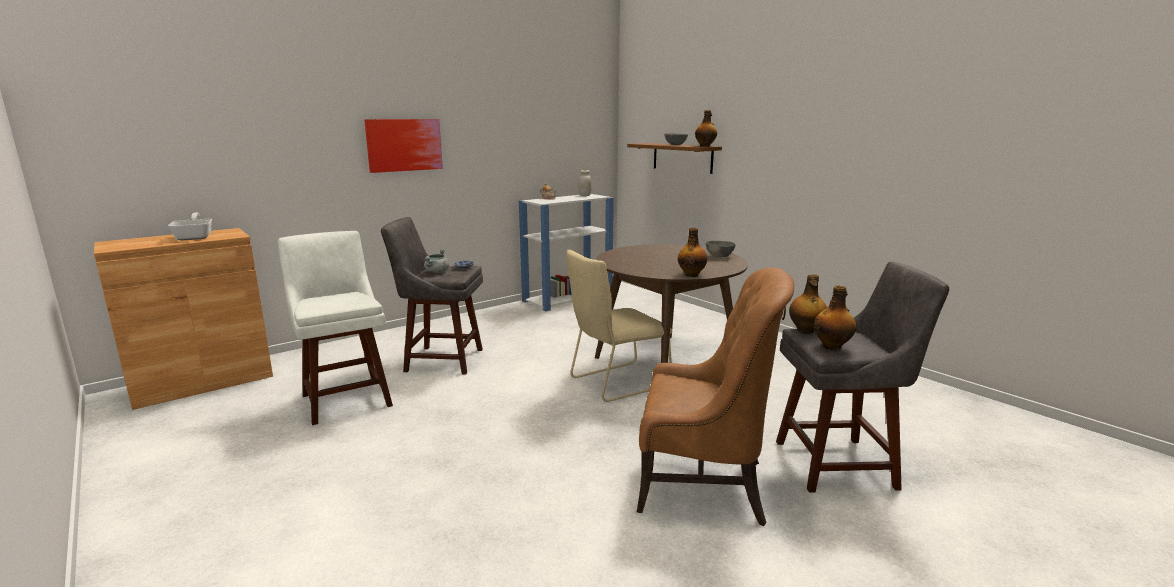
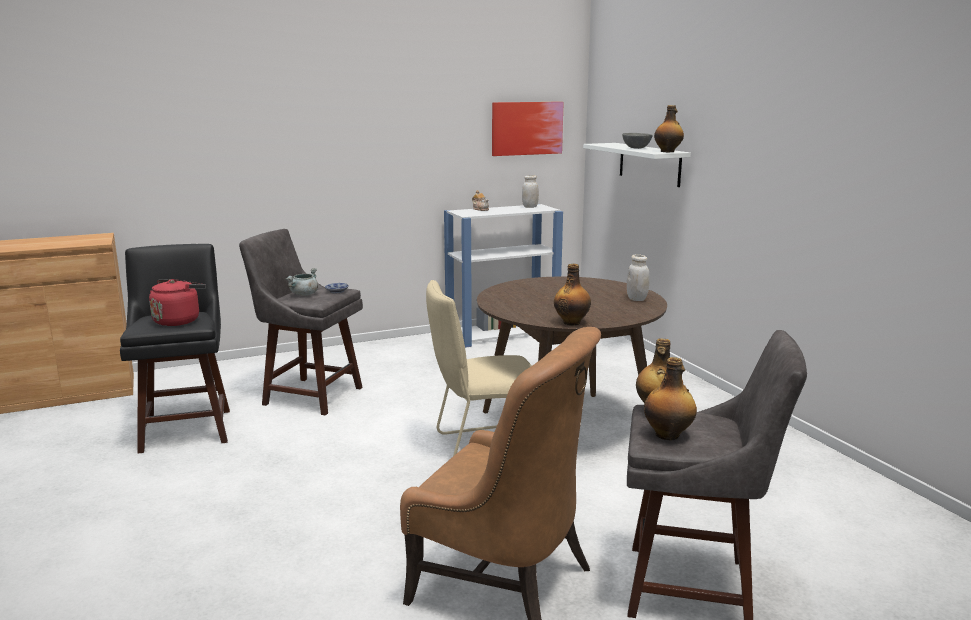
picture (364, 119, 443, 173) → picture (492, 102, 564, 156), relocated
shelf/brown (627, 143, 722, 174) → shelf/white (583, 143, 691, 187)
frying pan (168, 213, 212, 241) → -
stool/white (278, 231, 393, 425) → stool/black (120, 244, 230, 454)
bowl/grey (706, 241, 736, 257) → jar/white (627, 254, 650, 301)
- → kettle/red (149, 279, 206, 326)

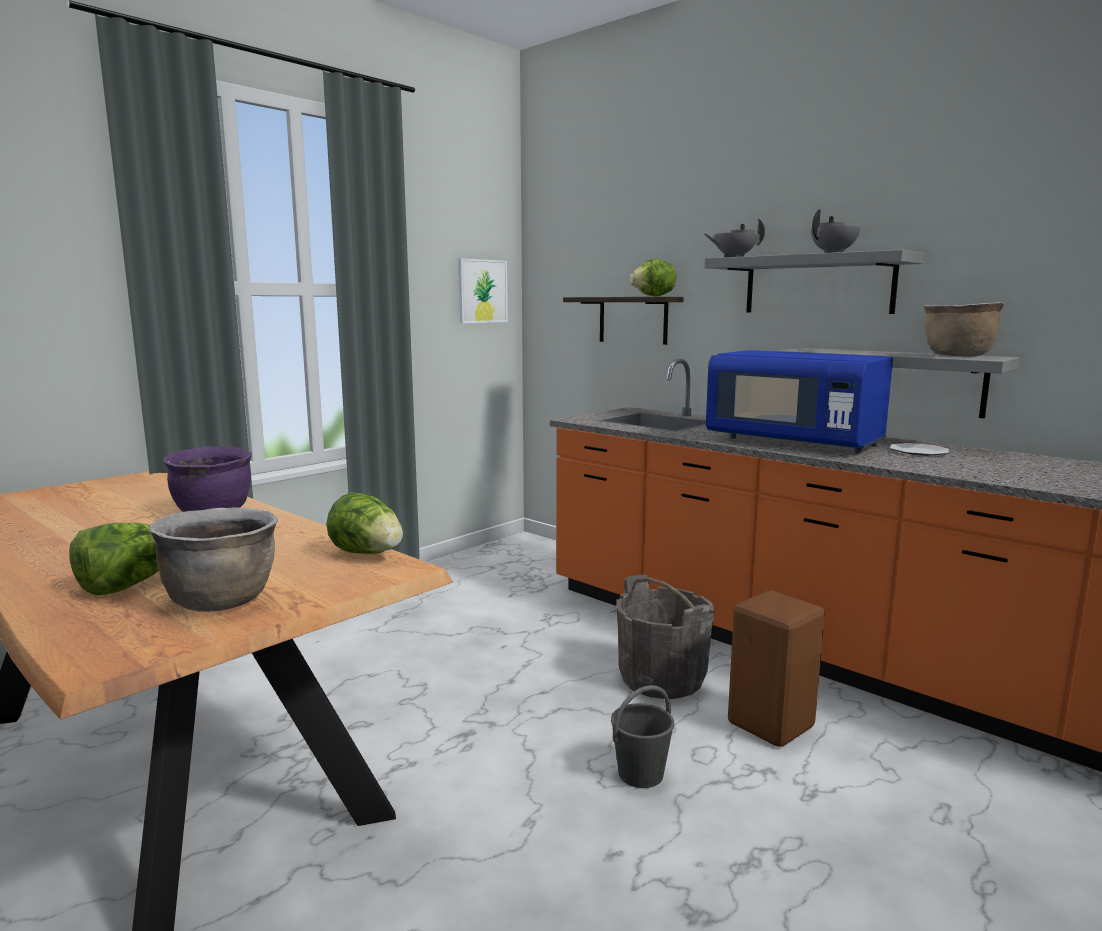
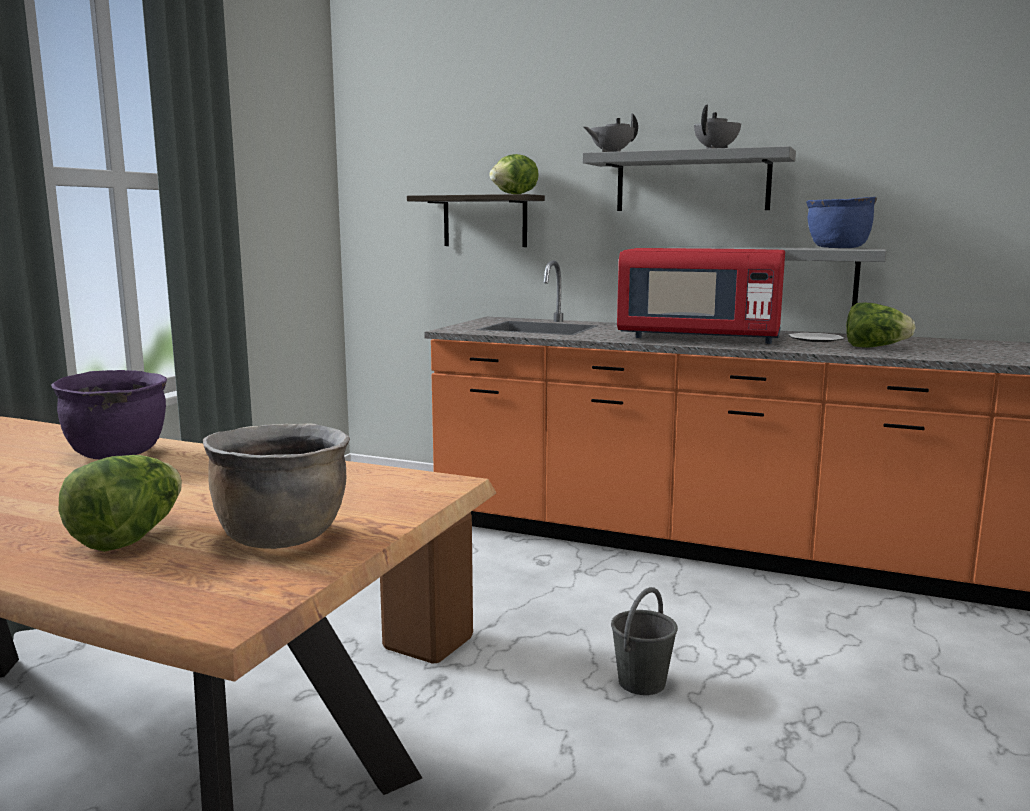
picture (458, 258, 508, 323) → -
cooking pot/brown (924, 302, 1004, 357) → cooking pot/blue (806, 197, 877, 248)
microwave/blue (706, 350, 893, 454) → microwave/red (617, 248, 785, 344)
lettuce (326, 492, 403, 554) → lettuce (846, 303, 915, 348), relocated
bucket/grey (616, 575, 715, 699) → -
stool/brown (728, 590, 824, 747) → stool/brown (380, 512, 473, 663), relocated

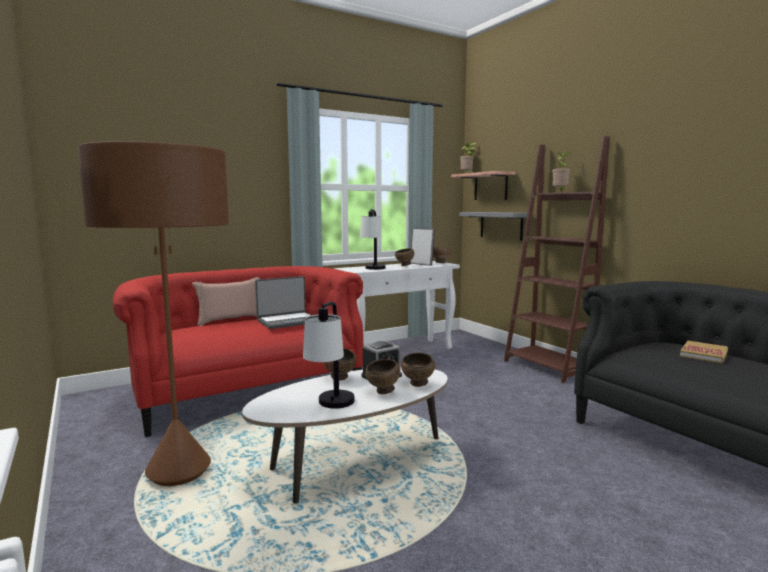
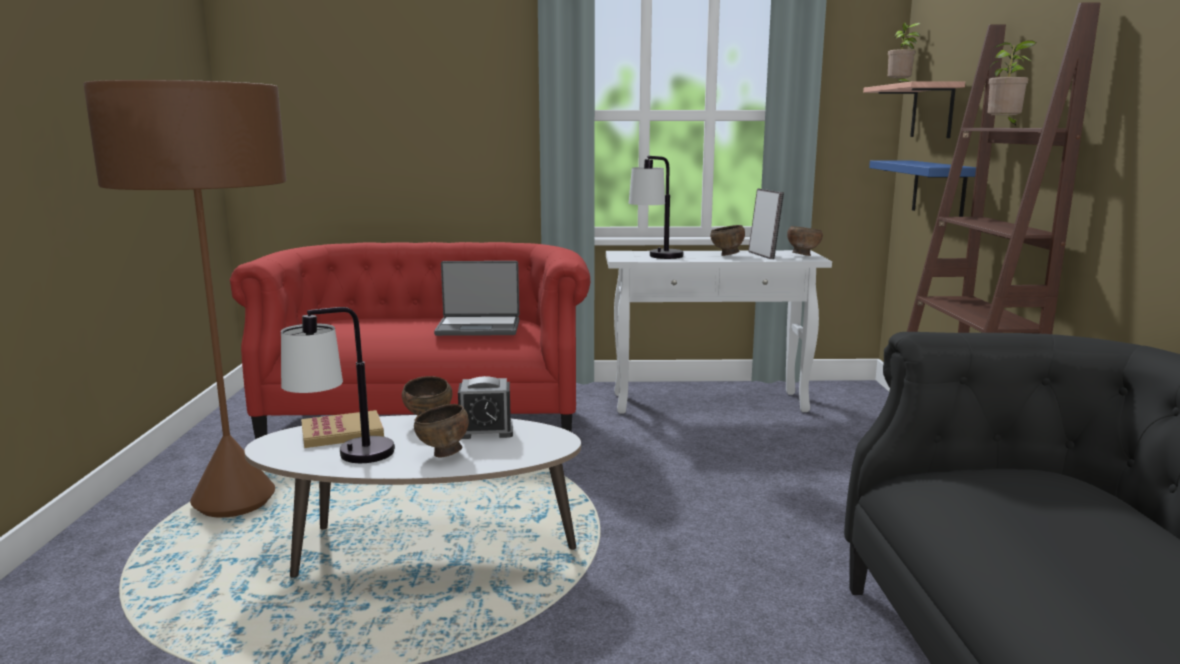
shelf/grey (459, 212, 528, 240) → shelf/blue (869, 160, 976, 217)
pillow/beige (192, 277, 260, 326) → -
book (680, 341, 728, 363) → book (301, 410, 384, 448), relocated
bowl/brown (401, 352, 435, 387) → -

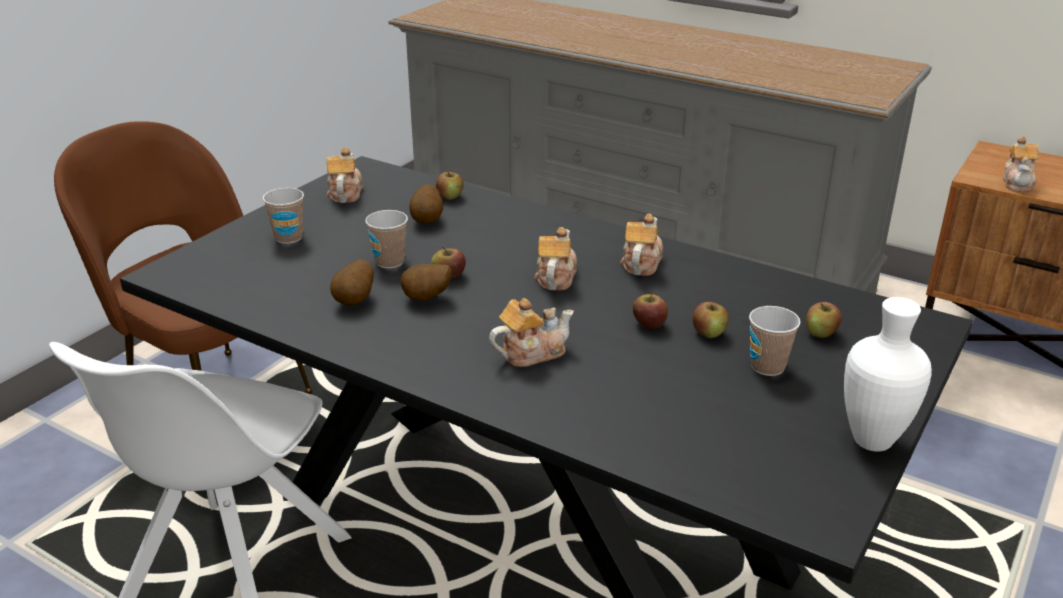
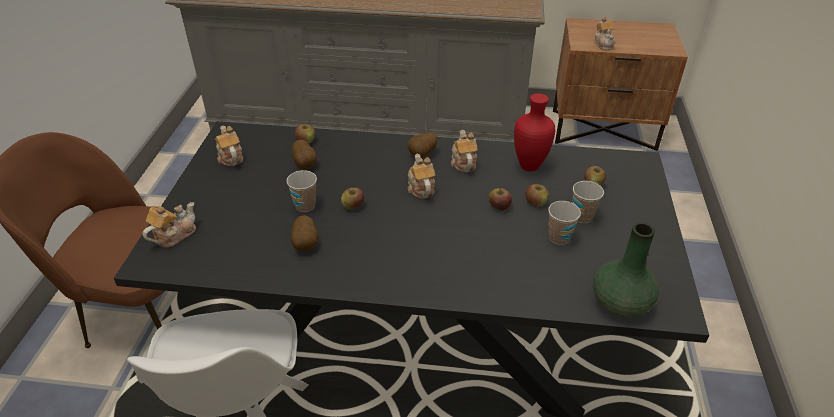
cup (263, 188, 304, 244) → cup (548, 201, 581, 245), relocated
potato (400, 264, 452, 301) → potato (407, 132, 437, 157), relocated
vase/white (844, 297, 932, 452) → -
teapot (489, 298, 574, 367) → teapot (142, 202, 196, 248), relocated
- → vase/red (514, 93, 556, 171)
- → vase/green (593, 222, 659, 317)

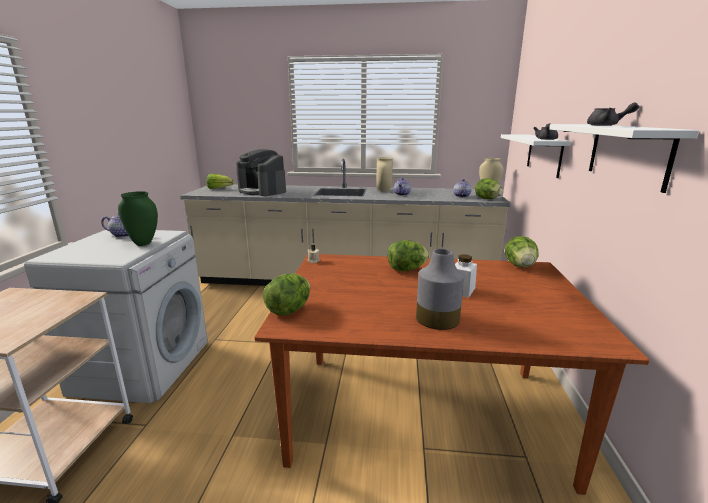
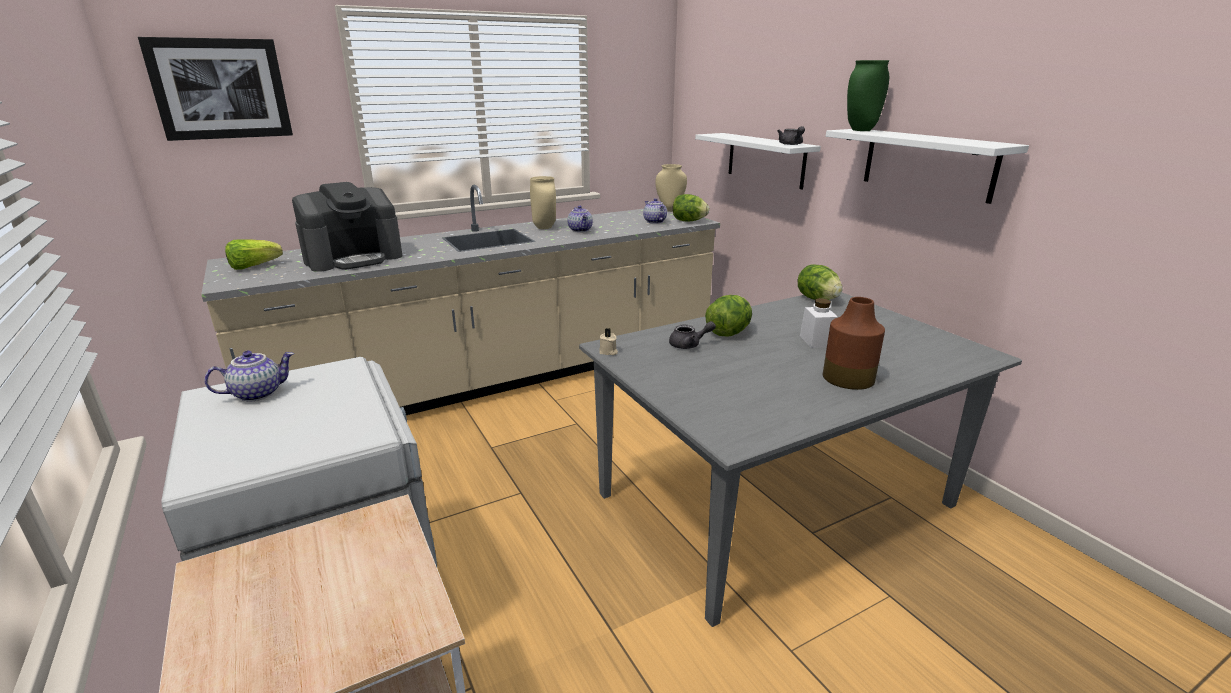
teapot/grey (587, 102, 639, 126) → teapot/grey (669, 321, 716, 349), relocated
coffee machine (236, 149, 286, 196) → coffee machine (292, 182, 403, 272), 45 degrees counterclockwise
vase/green (118, 191, 158, 246) → vase/green (847, 60, 889, 131), relocated
vase/grey (416, 249, 464, 330) → vase/brown (823, 297, 885, 390)
dining table/brown (254, 254, 649, 495) → dining table/grey (579, 292, 1022, 627)
lettuce (263, 273, 310, 316) → -
- → picture (138, 37, 293, 141)

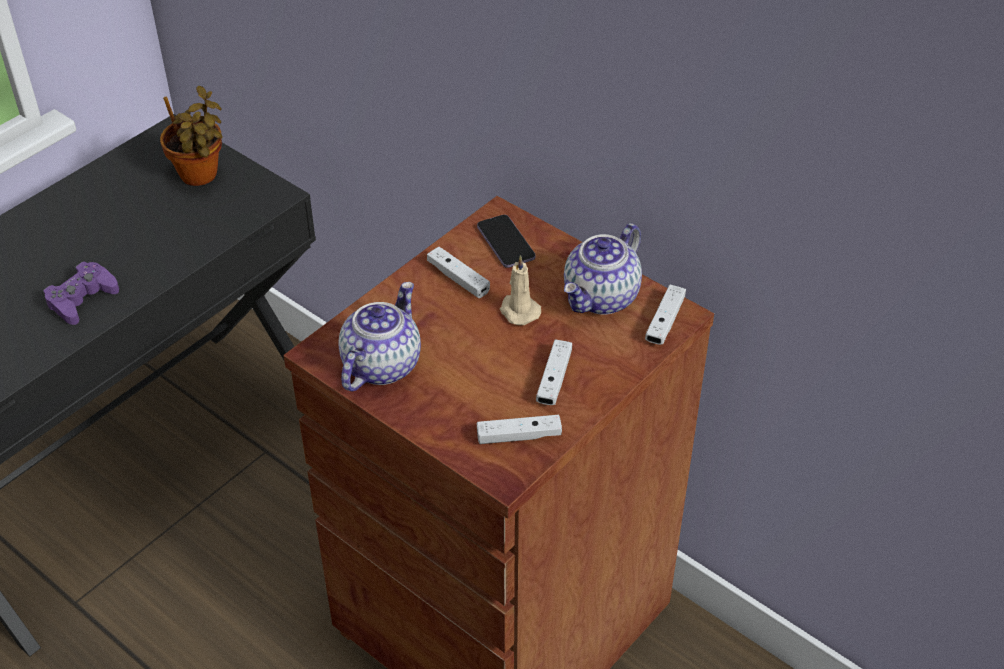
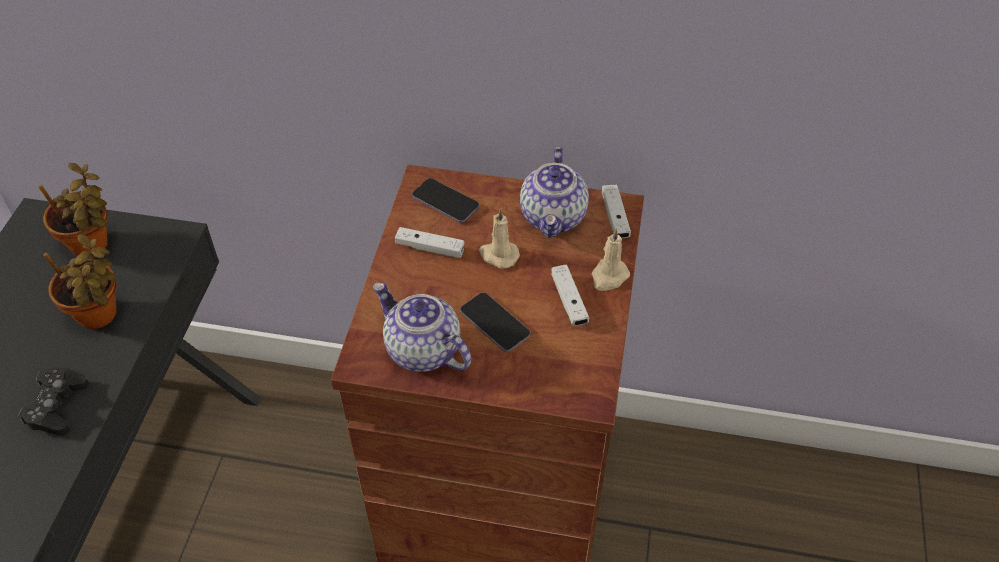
game controller/purple (43, 262, 119, 325) → game controller/black (18, 367, 89, 436)
teapot (338, 282, 421, 391) → teapot (373, 283, 471, 372), 45 degrees counterclockwise
game controller/white (477, 415, 562, 444) → -
- → candle/beige (592, 229, 630, 291)
- → potted plant (43, 234, 117, 329)
- → phone (460, 293, 530, 352)

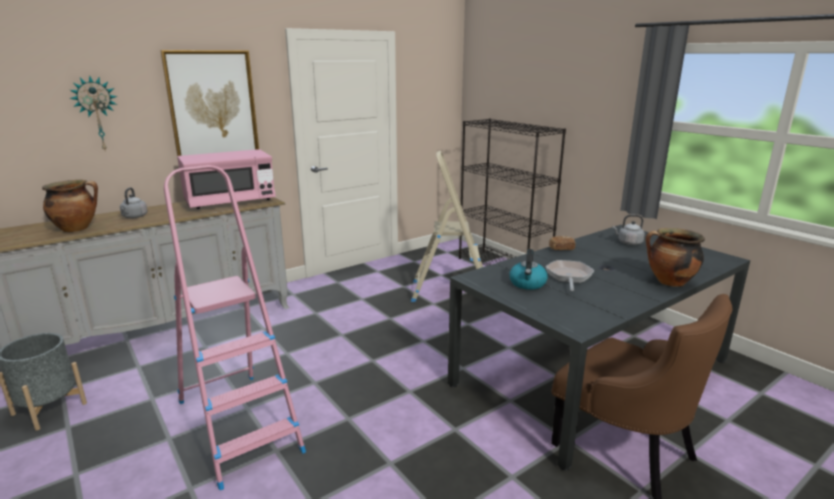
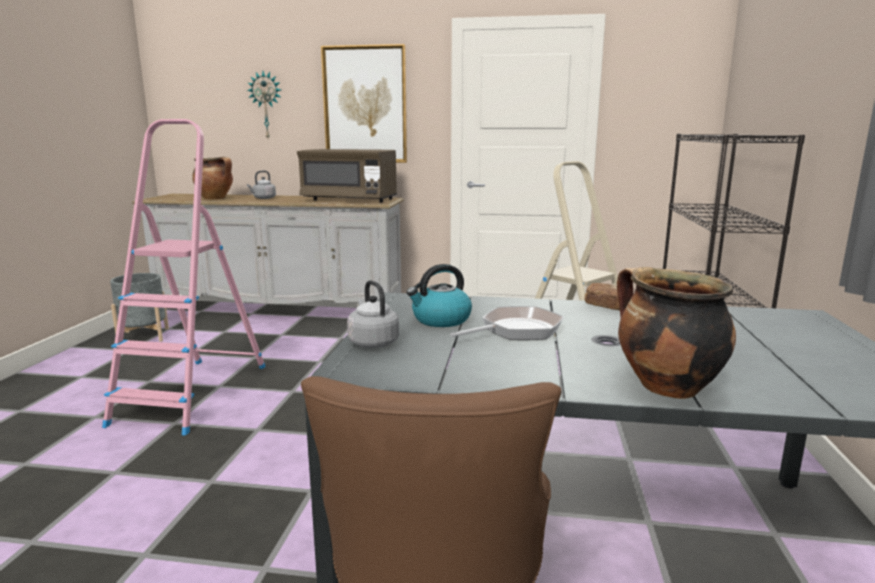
microwave/pink (177, 149, 276, 209) → microwave/brown (297, 149, 397, 203)
kettle/grey (612, 215, 645, 245) → kettle/grey (347, 280, 399, 348), relocated

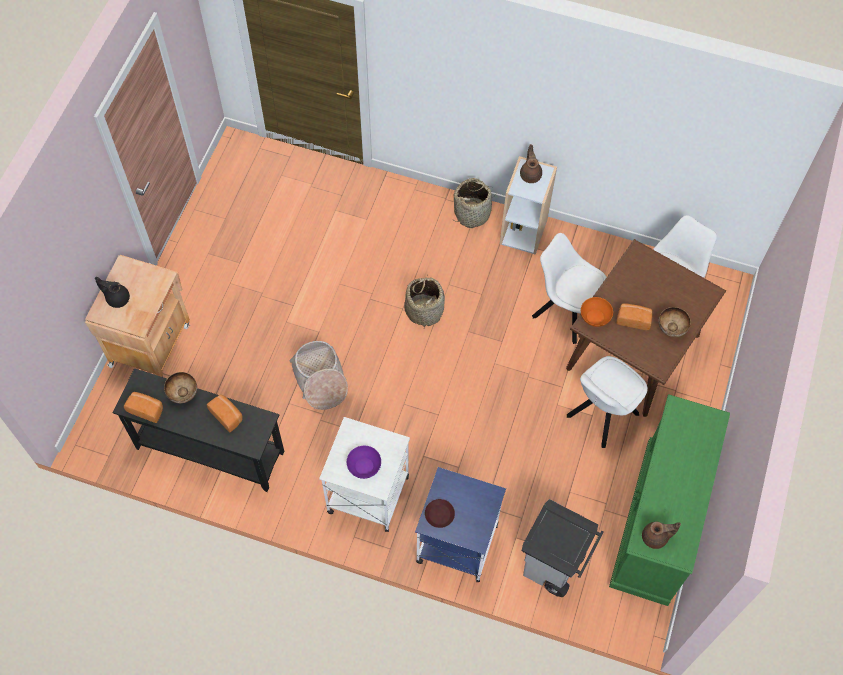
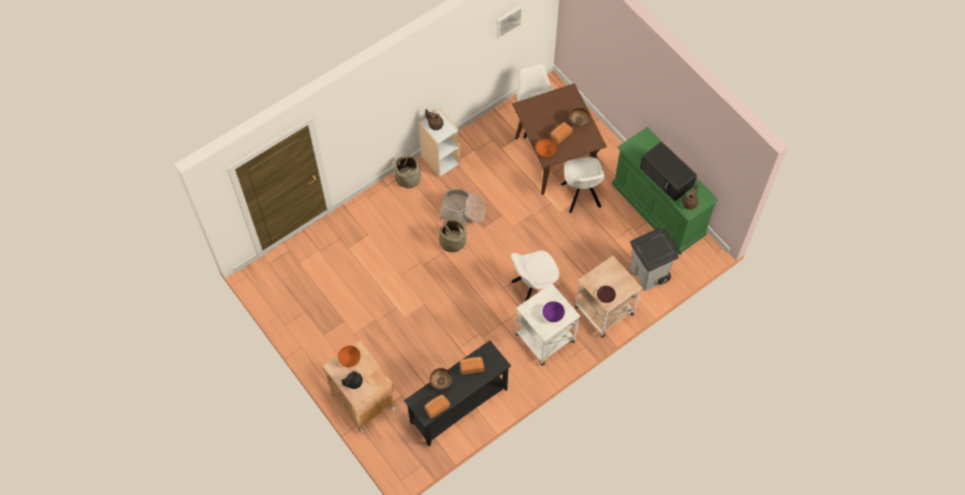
chair/white (532, 233, 607, 344) → chair/white (511, 250, 559, 301), relocated
basket (289, 341, 348, 410) → basket (439, 188, 485, 226), relocated
cart/blue (415, 467, 506, 582) → cart/beige (575, 256, 642, 338)
- → picture (496, 5, 522, 39)
- → microwave/black (640, 141, 697, 201)
- → bowl/orange (338, 346, 361, 367)

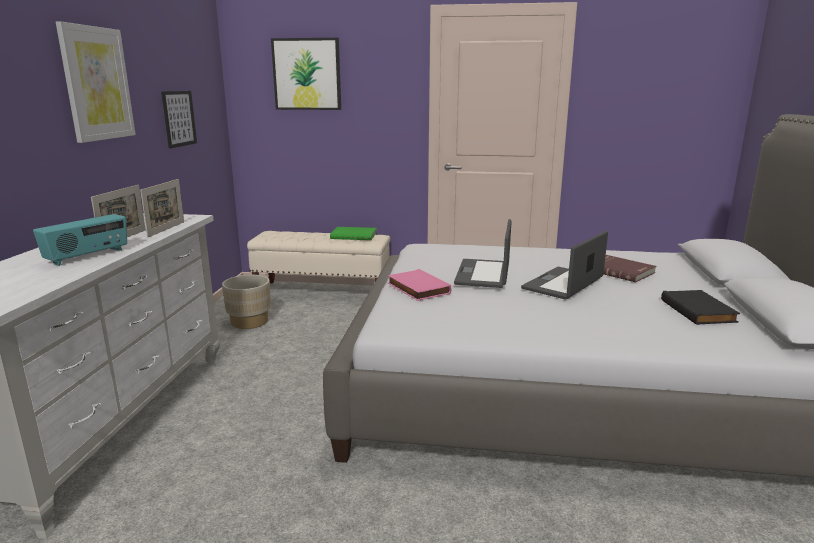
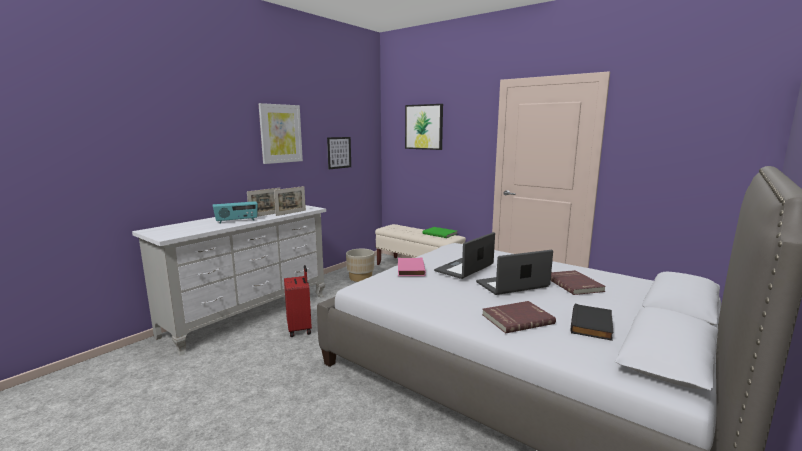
- → suitcase/red (284, 265, 312, 337)
- → book/red (482, 301, 556, 334)

